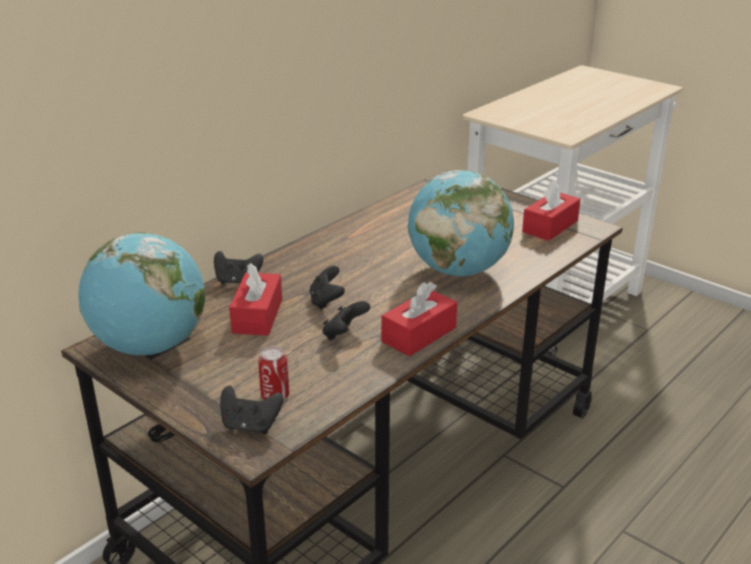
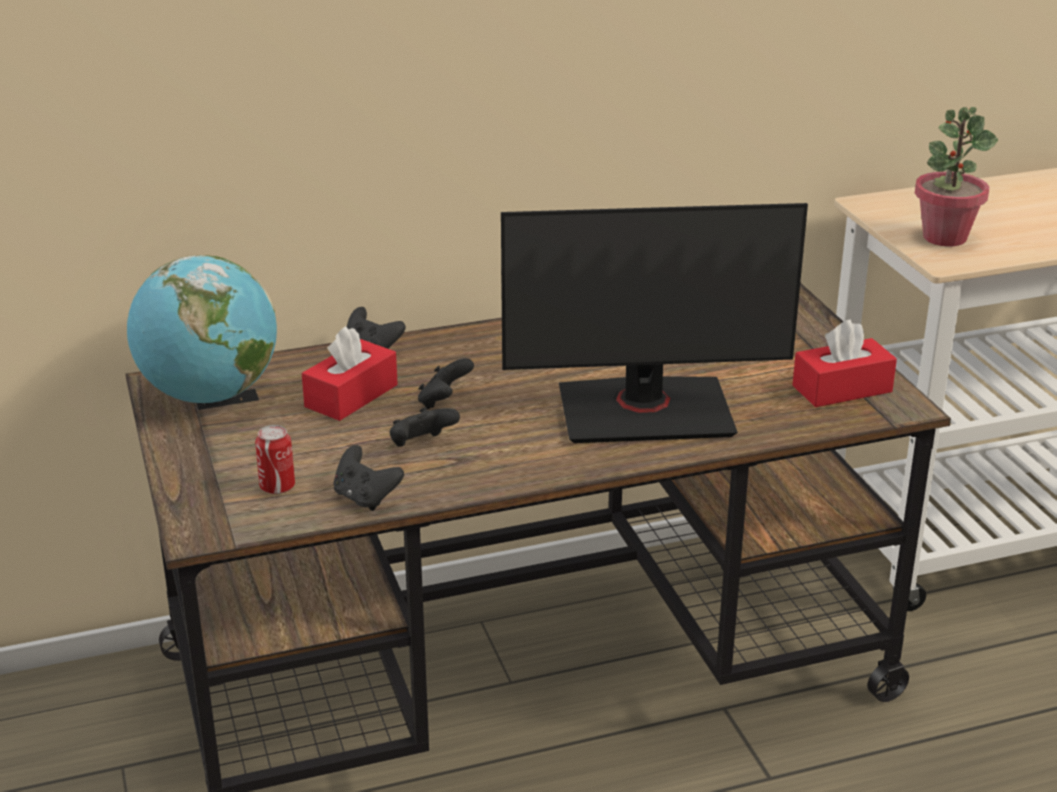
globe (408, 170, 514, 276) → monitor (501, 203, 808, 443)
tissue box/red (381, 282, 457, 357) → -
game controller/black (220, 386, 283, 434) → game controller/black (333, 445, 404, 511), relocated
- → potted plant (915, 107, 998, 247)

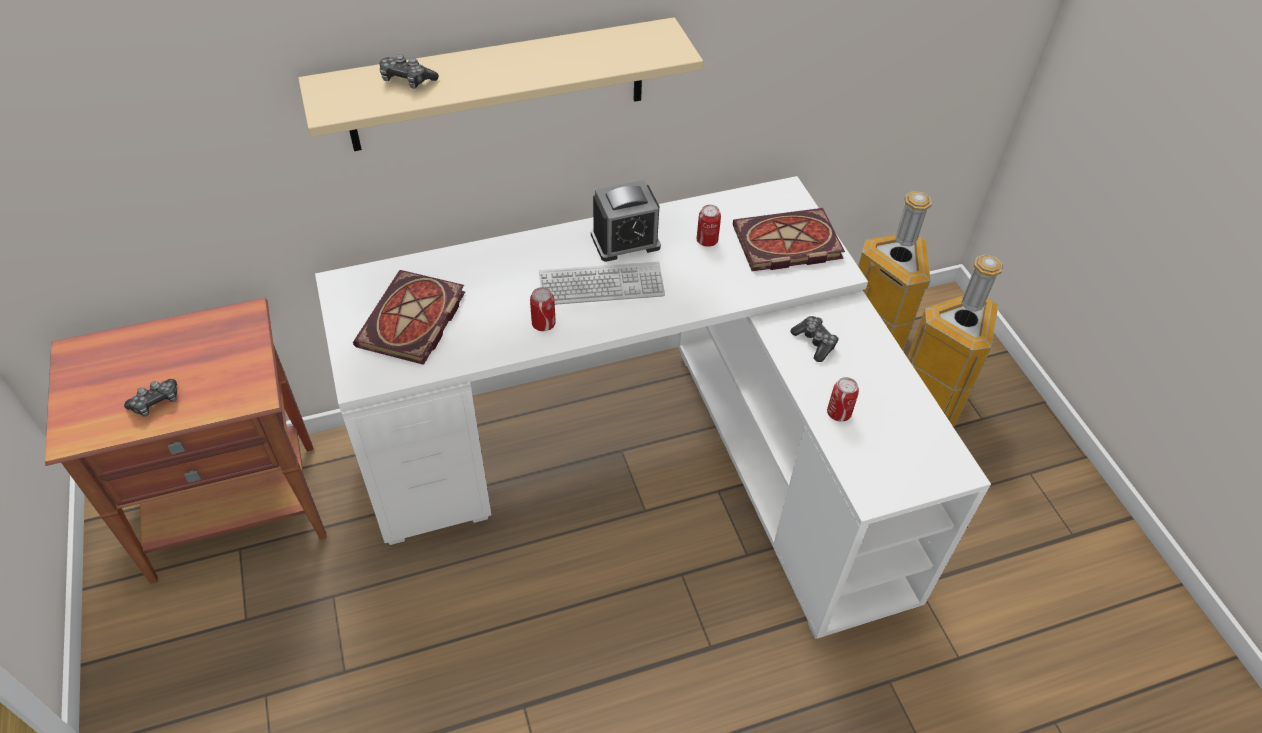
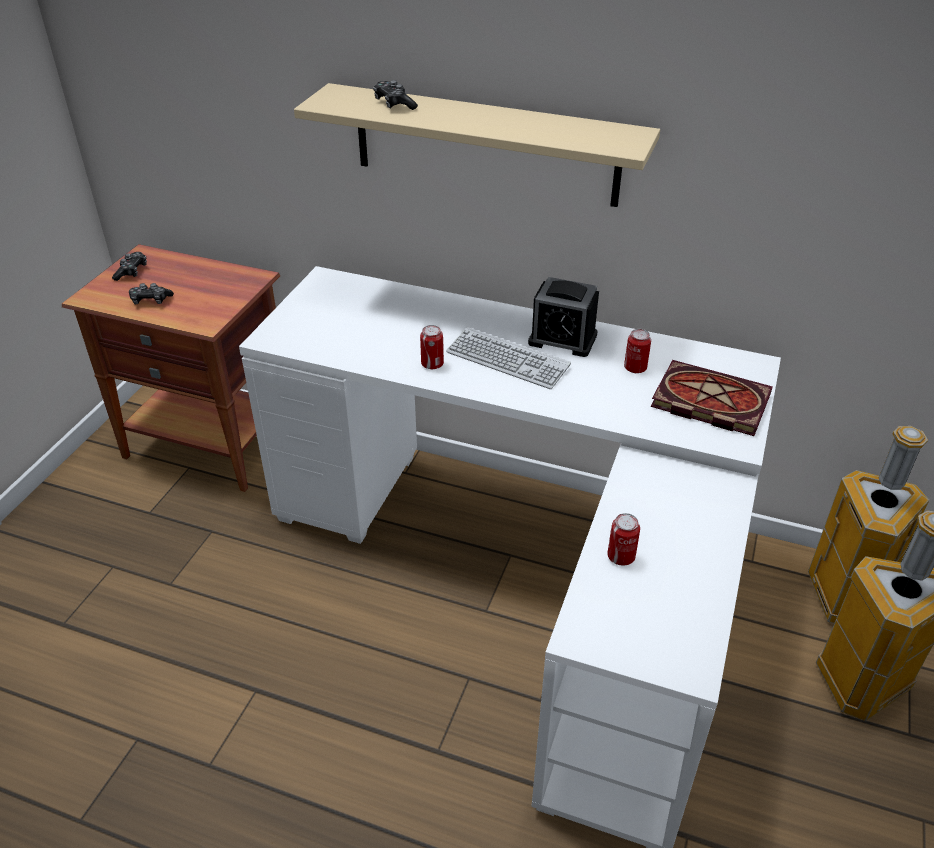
book (353, 270, 465, 365) → -
game controller (790, 316, 839, 362) → game controller (112, 252, 147, 281), relocated

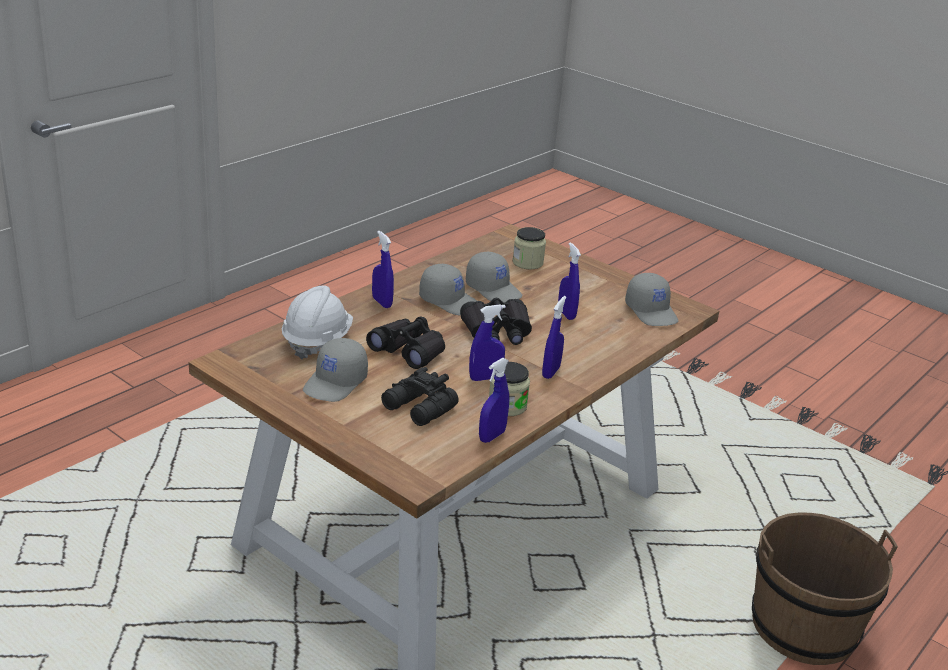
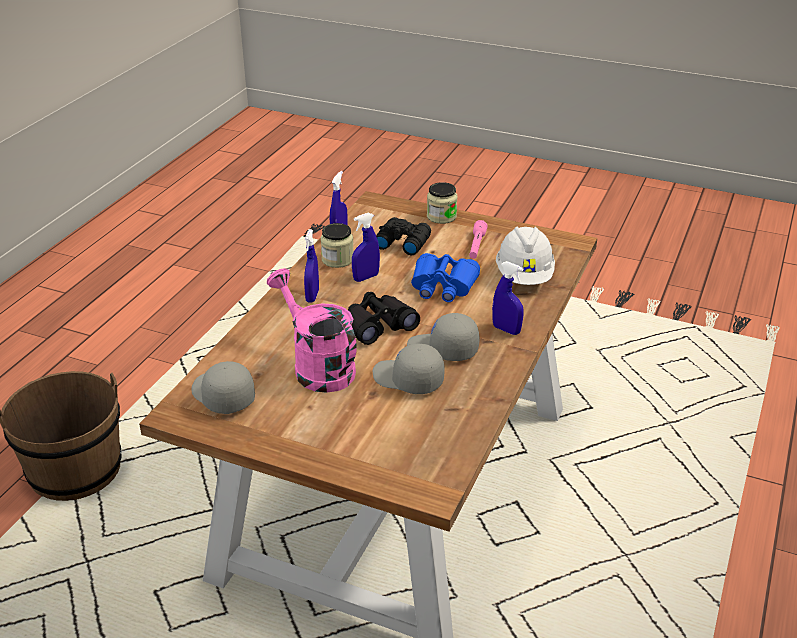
jar (513, 227, 546, 270) → jar (427, 182, 457, 224), relocated
spray bottle/blue (558, 242, 581, 320) → watering can/pink (267, 268, 357, 393)
binoculars/black (366, 316, 445, 369) → binoculars/blue (411, 253, 480, 302)
cap/grey (303, 338, 368, 402) → flashlight/pink (469, 220, 488, 259)

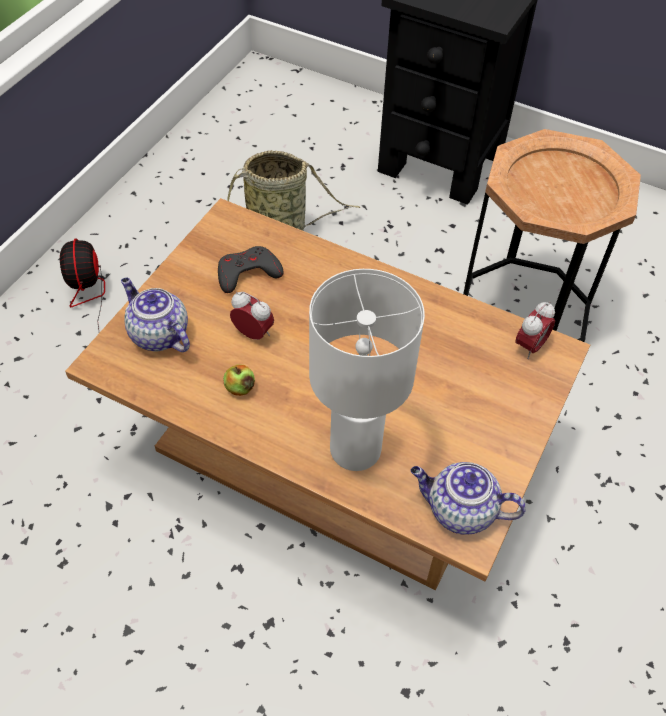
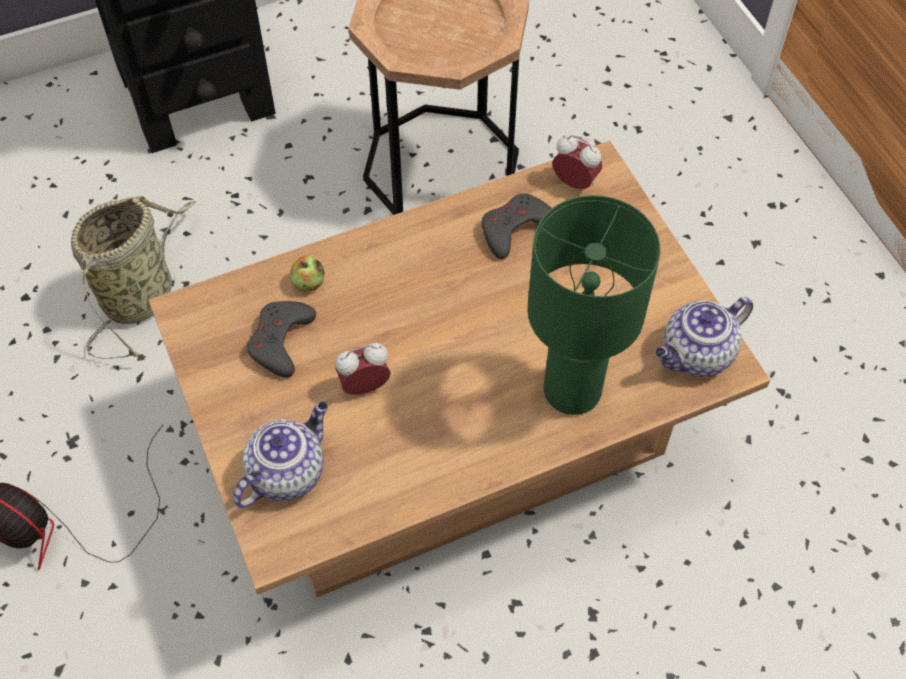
table lamp/white (309, 269, 425, 471) → table lamp/green (527, 195, 661, 415)
teapot (121, 278, 190, 352) → teapot (233, 402, 328, 508), 135 degrees clockwise
alarm clock (515, 302, 555, 359) → alarm clock (552, 135, 602, 189), 45 degrees counterclockwise
apple (223, 364, 255, 396) → apple (290, 256, 325, 292), relocated
- → game controller/grey (481, 193, 552, 259)

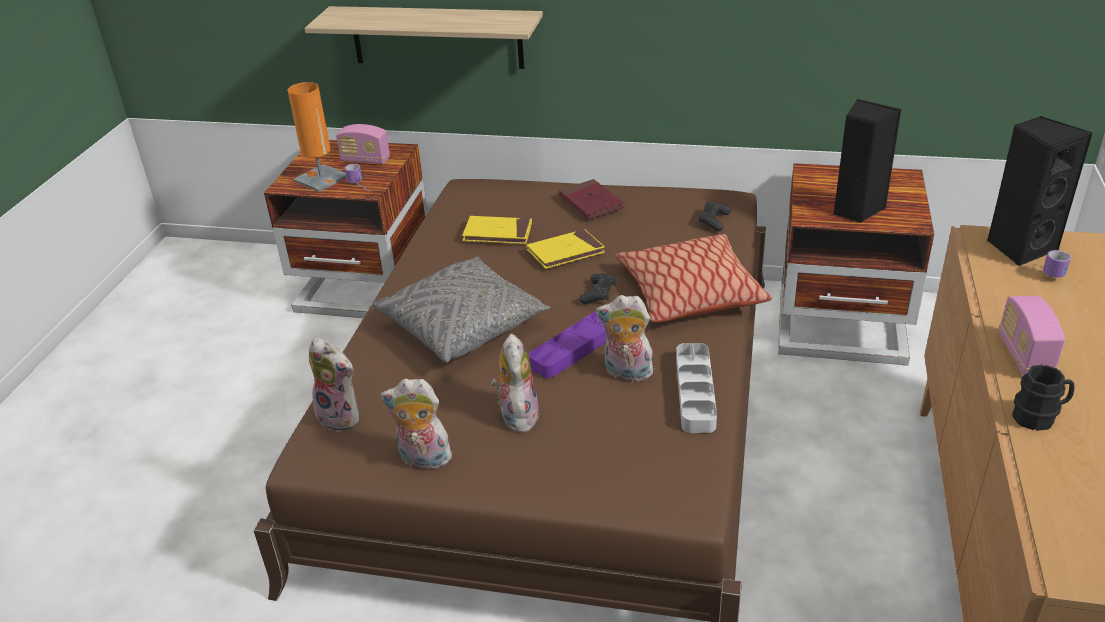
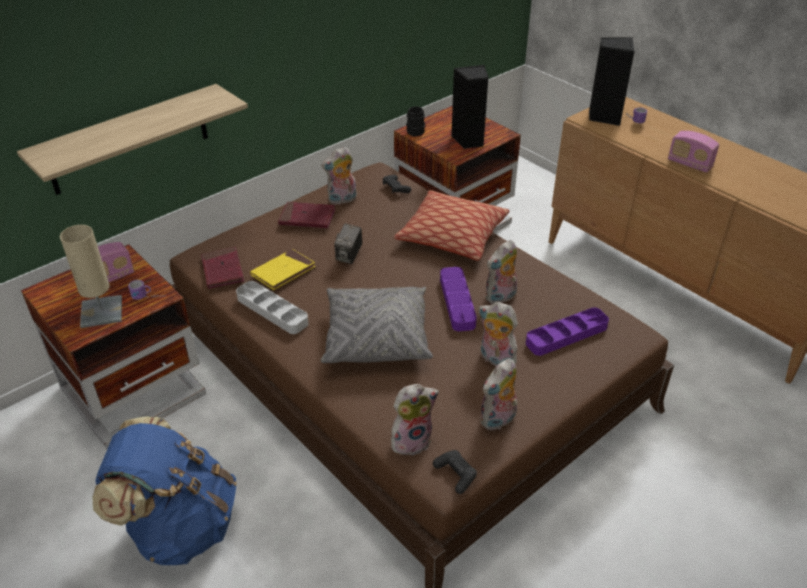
table lamp/orange (288, 82, 346, 192) → table lamp/beige (60, 225, 122, 328)
book/yellow (526, 229, 605, 269) → photo camera (334, 223, 362, 264)
game controller/black (579, 273, 616, 304) → game controller/black (433, 450, 477, 494), relocated
tray/grey (676, 343, 717, 433) → tray/grey (236, 281, 308, 334), relocated
mug/black (1012, 365, 1075, 431) → mug/black (406, 106, 425, 136), relocated
- → plush toy (321, 147, 357, 205)
- → book/red (201, 247, 244, 289)
- → tray/purple (526, 308, 609, 356)
- → backpack/blue (93, 416, 237, 565)

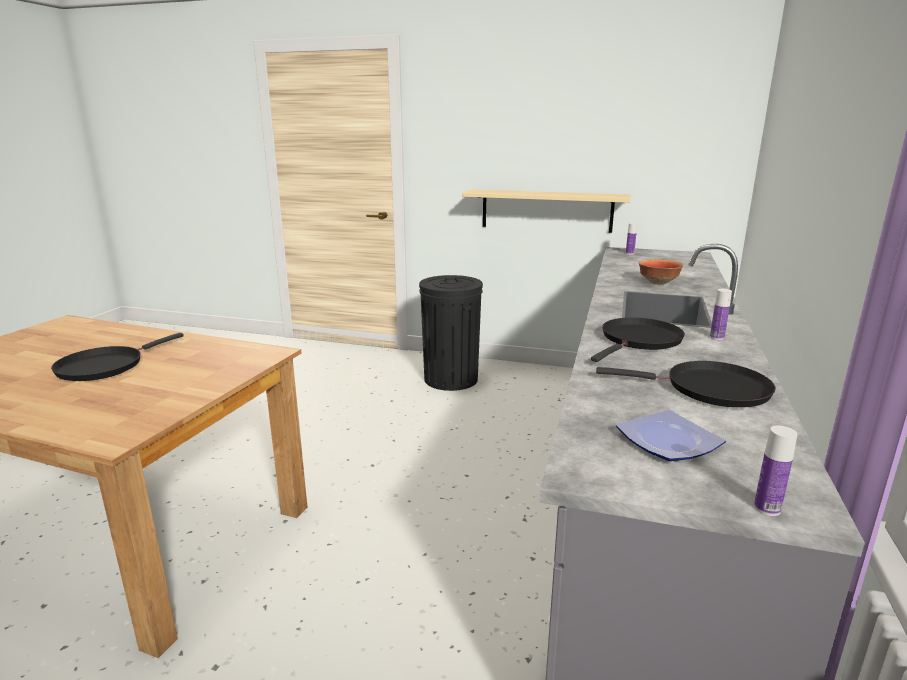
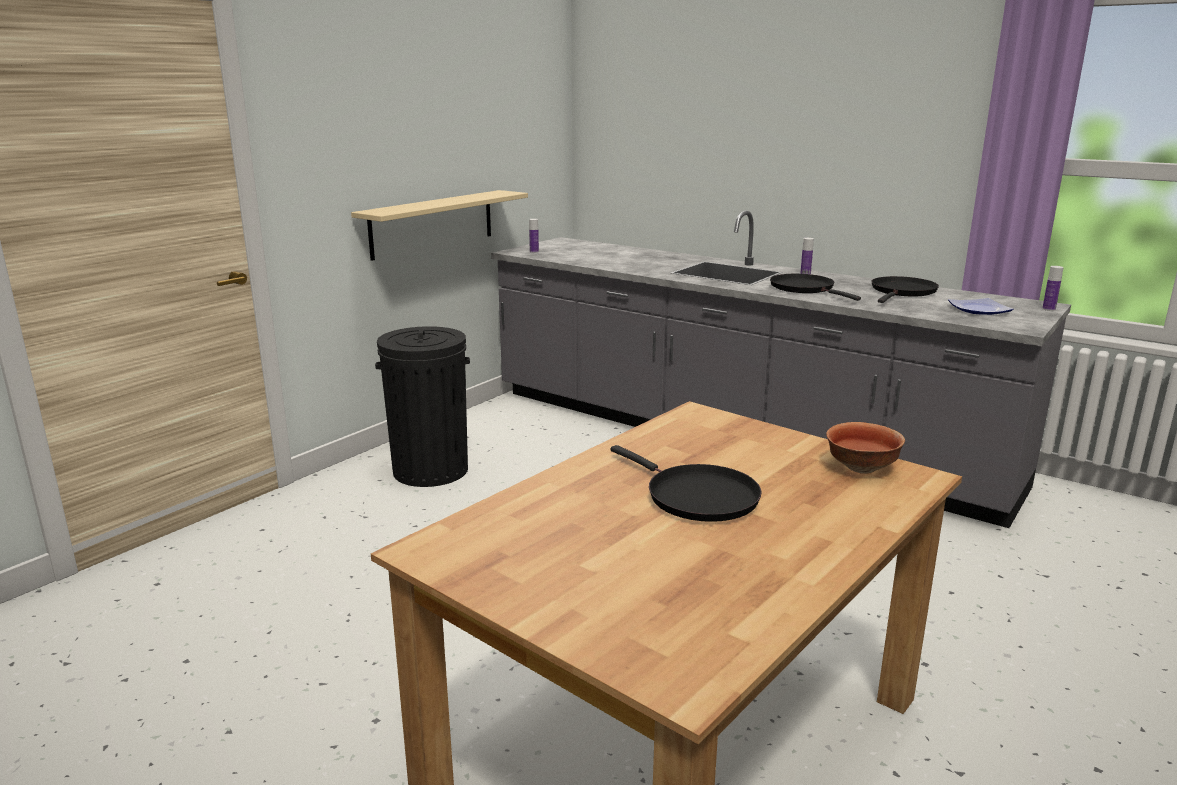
bowl (639, 259, 683, 285) → bowl (826, 422, 905, 474), relocated

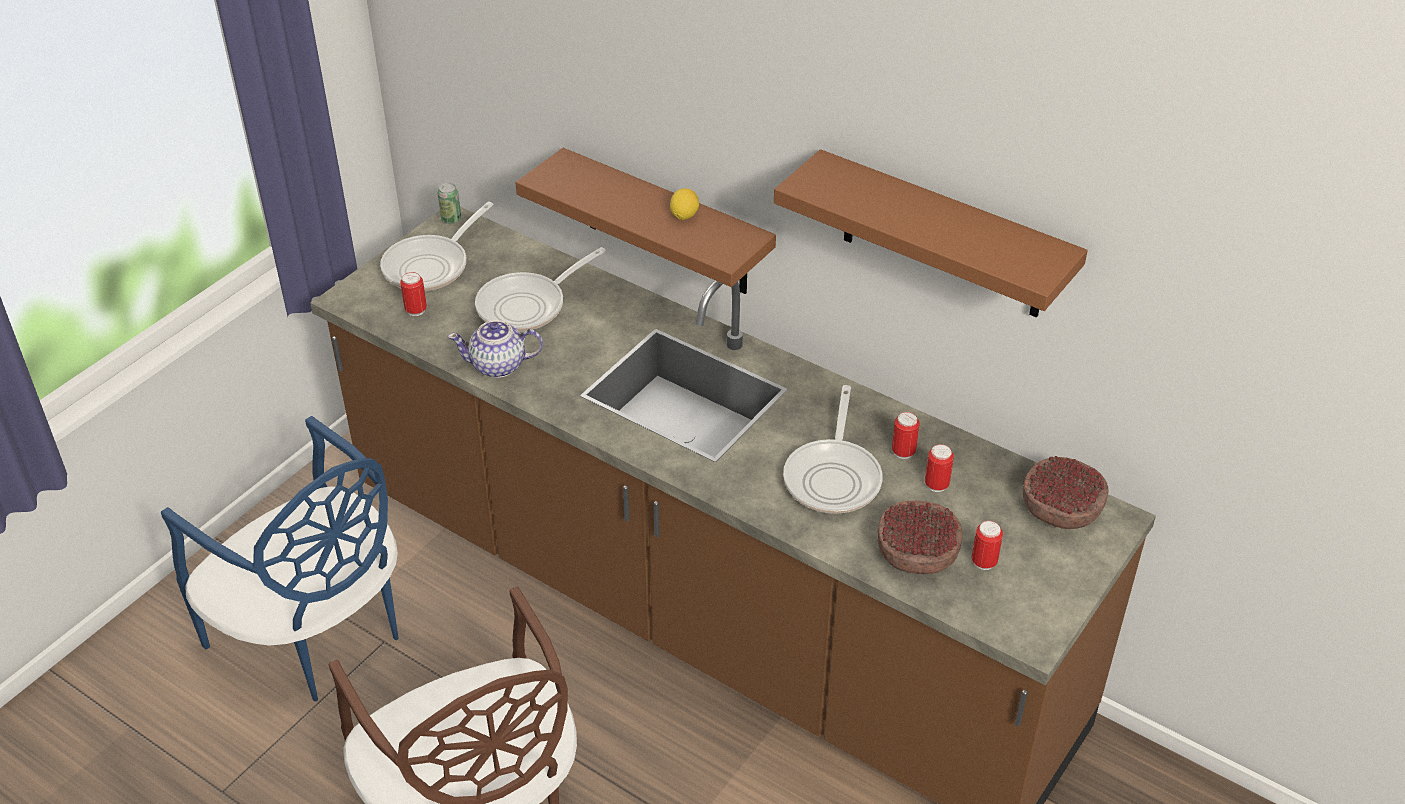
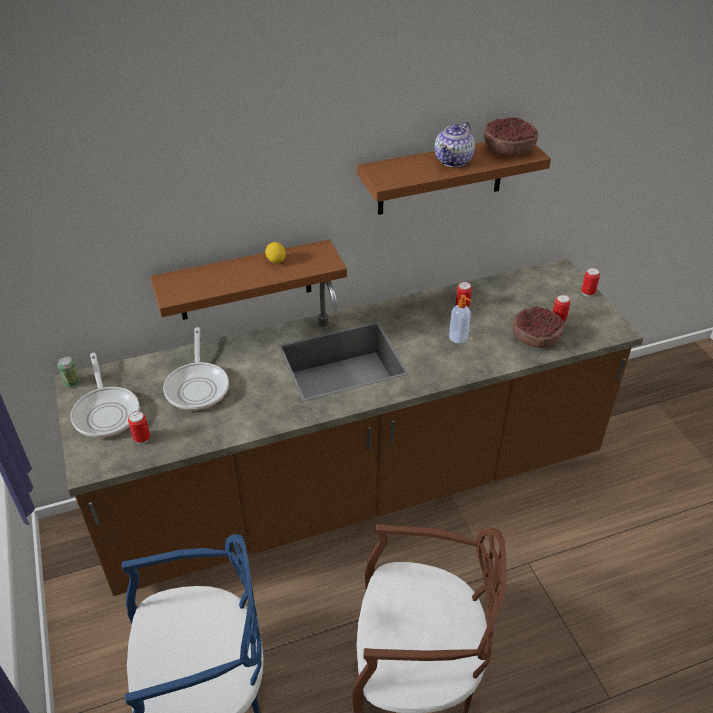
teapot (448, 320, 543, 378) → teapot (434, 122, 475, 167), relocated
frying pan (783, 385, 882, 514) → soap dispenser (449, 294, 473, 343)
can (925, 444, 954, 492) → can (581, 268, 600, 296), relocated
bowl (1023, 456, 1109, 529) → bowl (484, 117, 538, 156), relocated

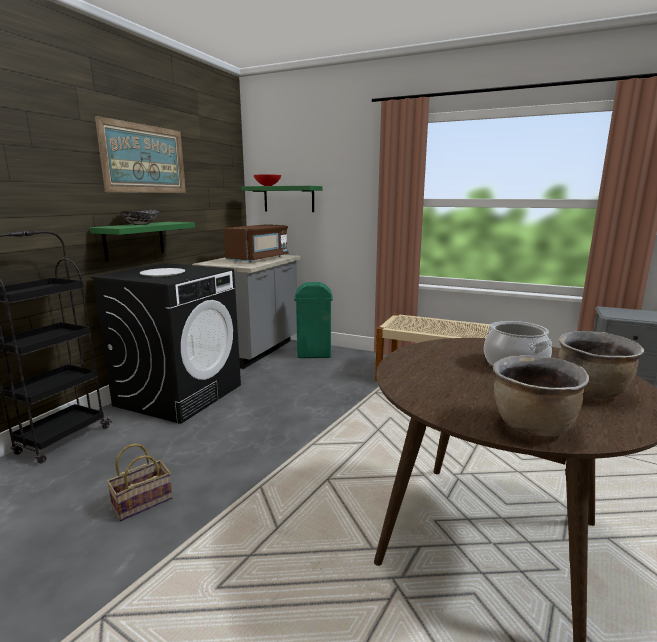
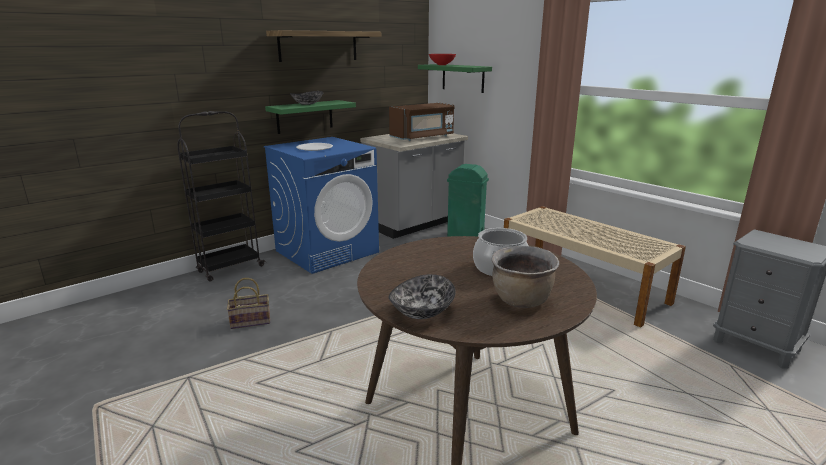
picture (95, 116, 186, 193) → shelf (266, 30, 381, 62)
washing machine/black (91, 263, 241, 424) → washing machine/blue (264, 137, 379, 274)
cooking pot/brown (493, 355, 590, 437) → bowl (389, 274, 456, 319)

